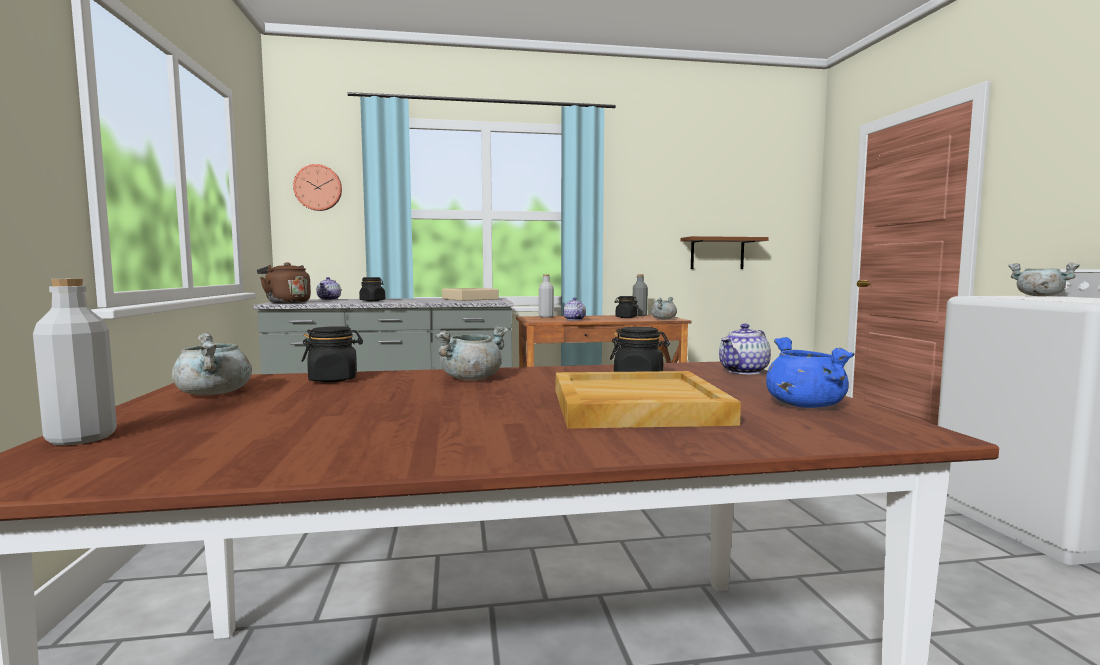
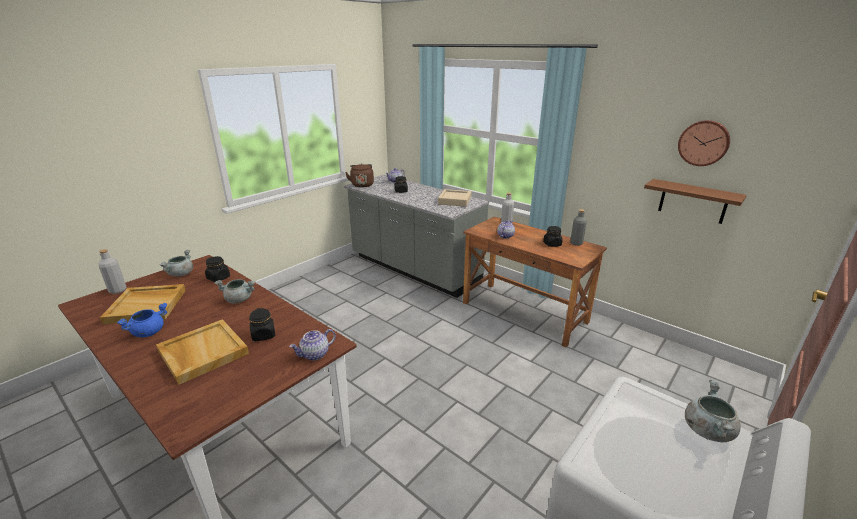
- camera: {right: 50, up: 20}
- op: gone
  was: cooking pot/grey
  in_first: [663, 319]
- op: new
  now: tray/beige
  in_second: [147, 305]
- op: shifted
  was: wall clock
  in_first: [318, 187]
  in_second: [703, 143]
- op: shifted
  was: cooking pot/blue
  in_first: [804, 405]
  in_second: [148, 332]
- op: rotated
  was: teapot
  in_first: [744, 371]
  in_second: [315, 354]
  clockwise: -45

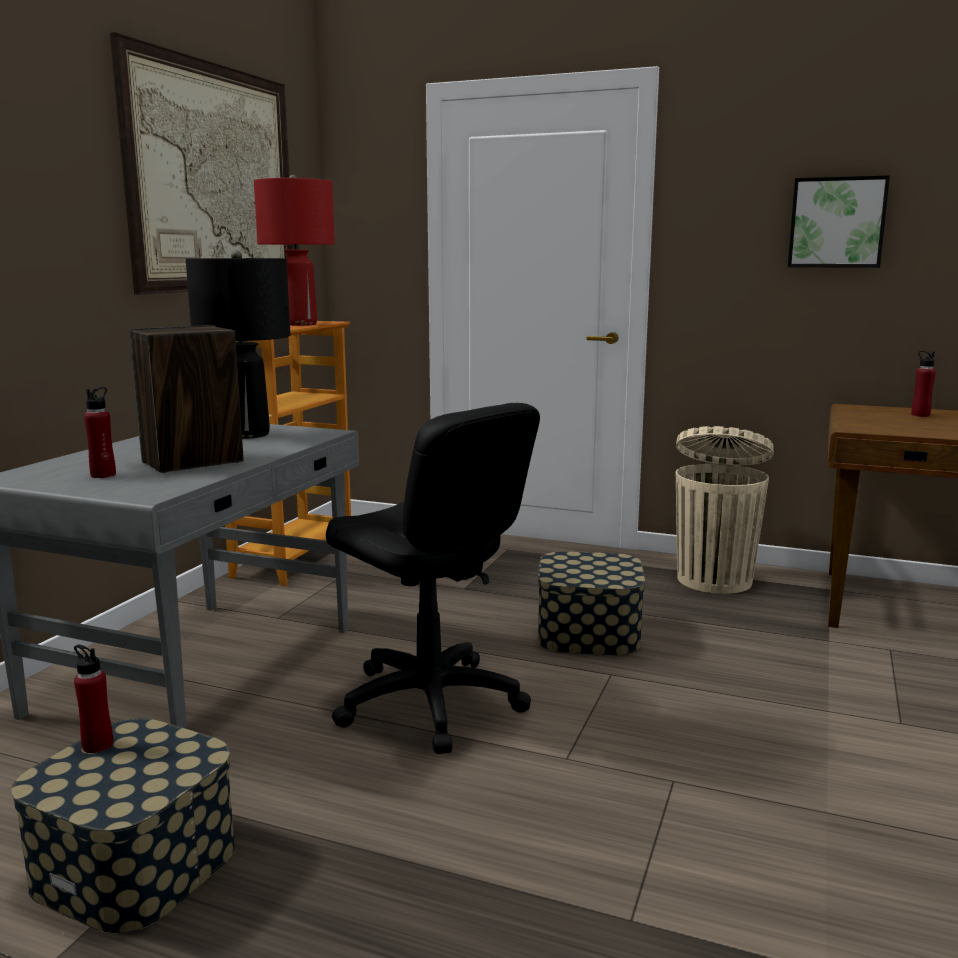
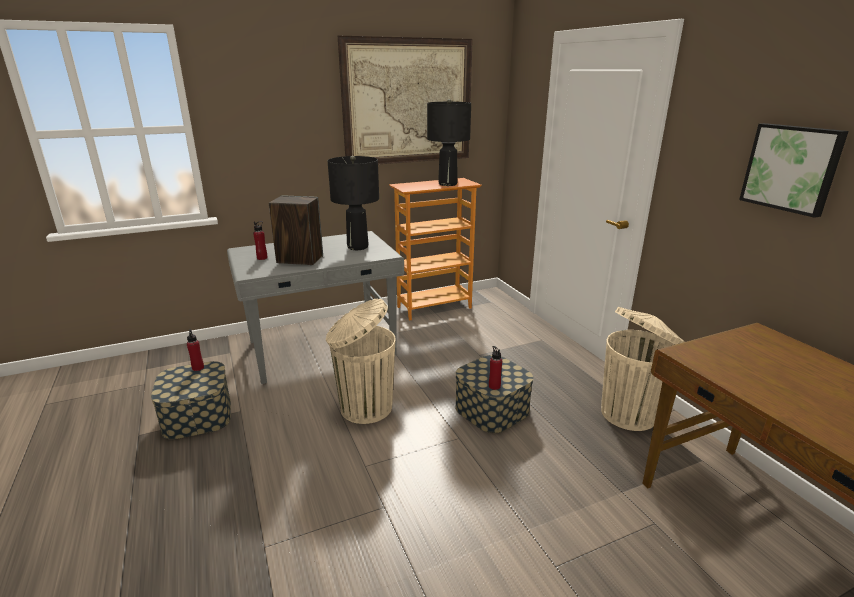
- camera: {right: 45, up: 10}
- op: shifted
  was: bottle/red
  in_first: [920, 415]
  in_second: [494, 386]
- op: swapped
  was: office chair/black
  now: trash can/beige
  in_first: [430, 703]
  in_second: [364, 407]
- op: repainted
  was: table lamp/red
  now: table lamp/black
  in_first: [299, 324]
  in_second: [447, 184]

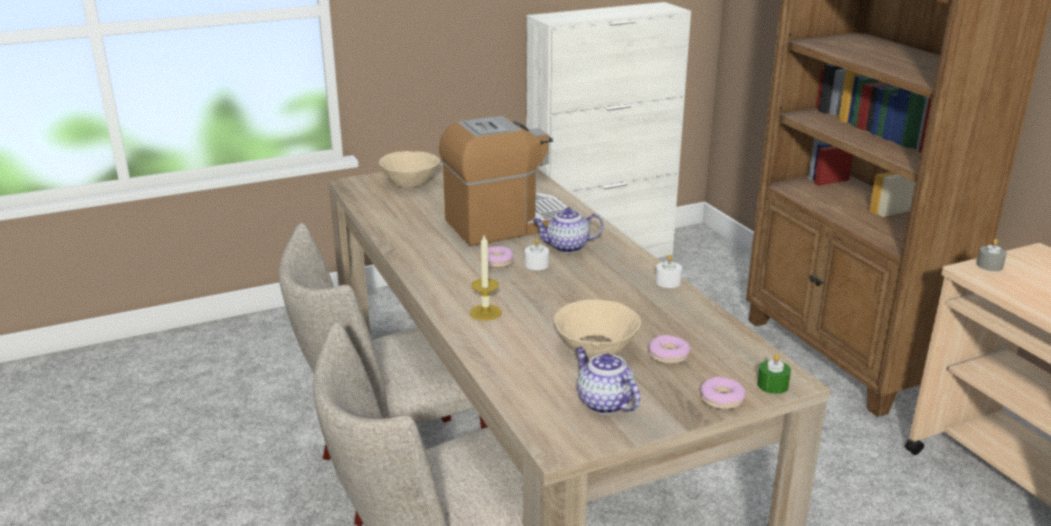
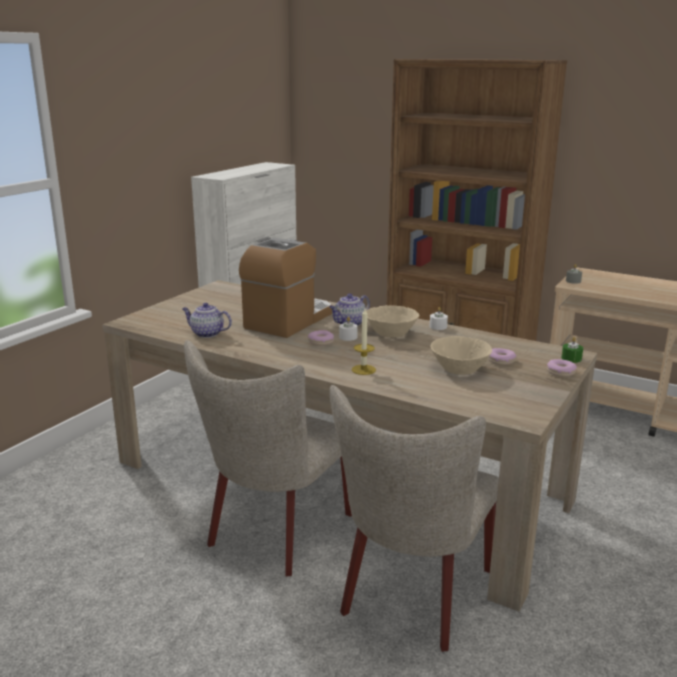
- camera: {right: -35, up: -5}
- op: shifted
  was: bowl/beige
  in_first: [410, 183]
  in_second: [391, 333]
- op: shifted
  was: teapot
  in_first: [603, 402]
  in_second: [206, 334]

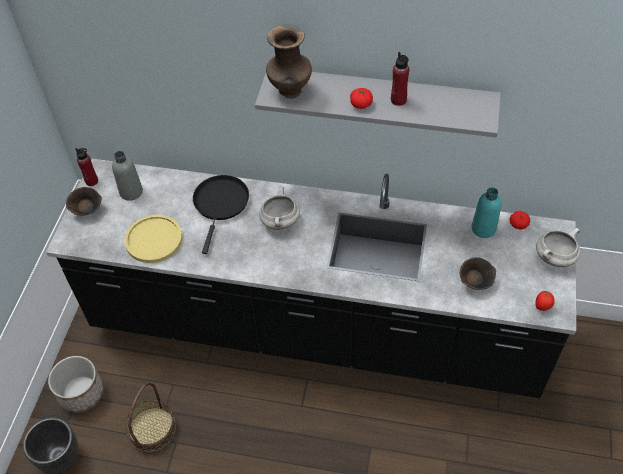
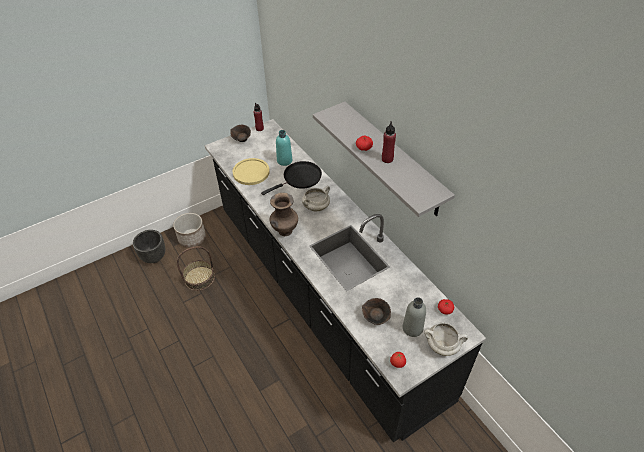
- camera: {right: 45, up: -5}
- op: shifted
  was: bottle/grey
  in_first: [131, 192]
  in_second: [412, 328]
- op: shifted
  was: vase/brown
  in_first: [290, 92]
  in_second: [284, 231]
- op: shifted
  was: bottle/turquoise
  in_first: [483, 228]
  in_second: [284, 161]

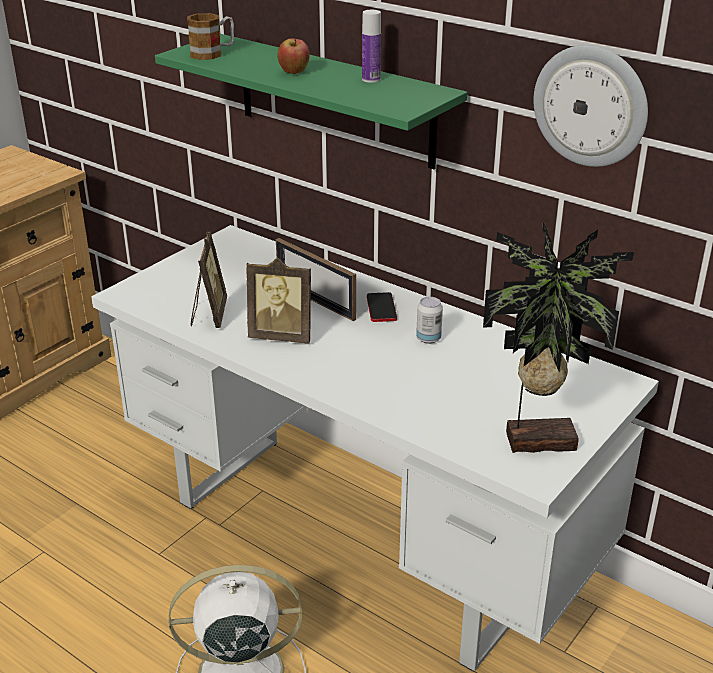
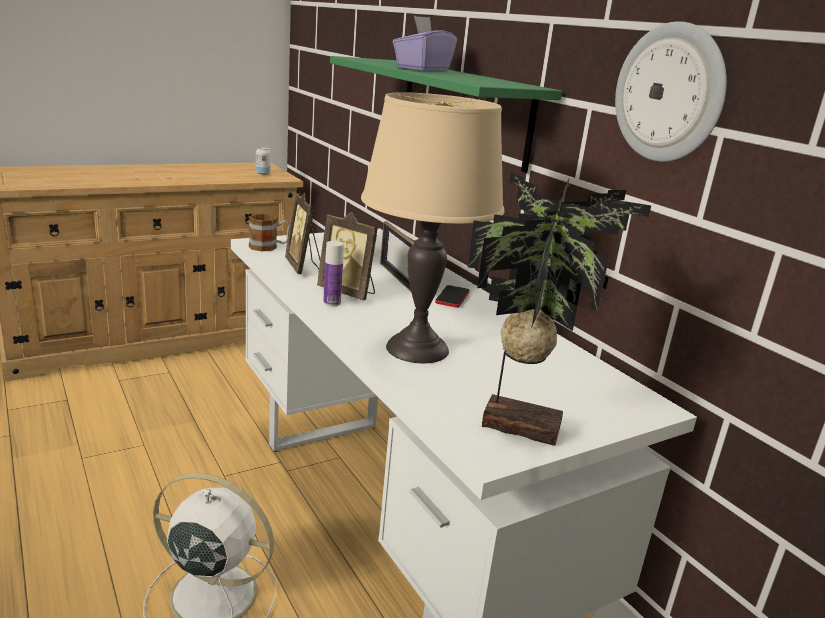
- camera: {right: 20, up: -10}
- op: new
  now: table lamp/beige
  in_second: [417, 349]
- op: shifted
  was: mug
  in_first: [213, 53]
  in_second: [269, 247]
- op: shifted
  was: bottle
  in_first: [371, 79]
  in_second: [332, 303]
- op: shifted
  was: can
  in_first: [428, 339]
  in_second: [263, 173]
- op: swapped
  was: apple
  now: tissue box/purple
  in_first: [294, 72]
  in_second: [422, 69]
- op: rotated
  was: picture frame
  in_first: [209, 315]
  in_second: [304, 268]
  clockwise: 135

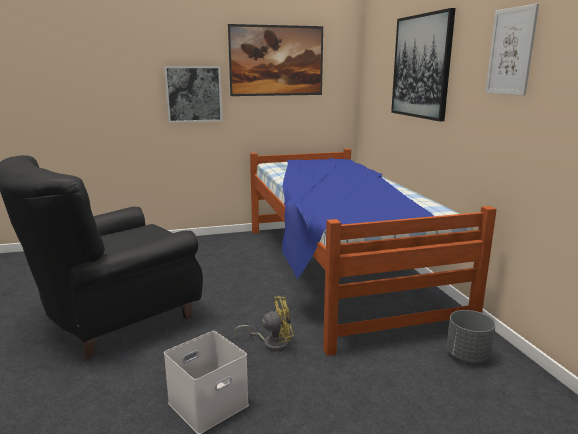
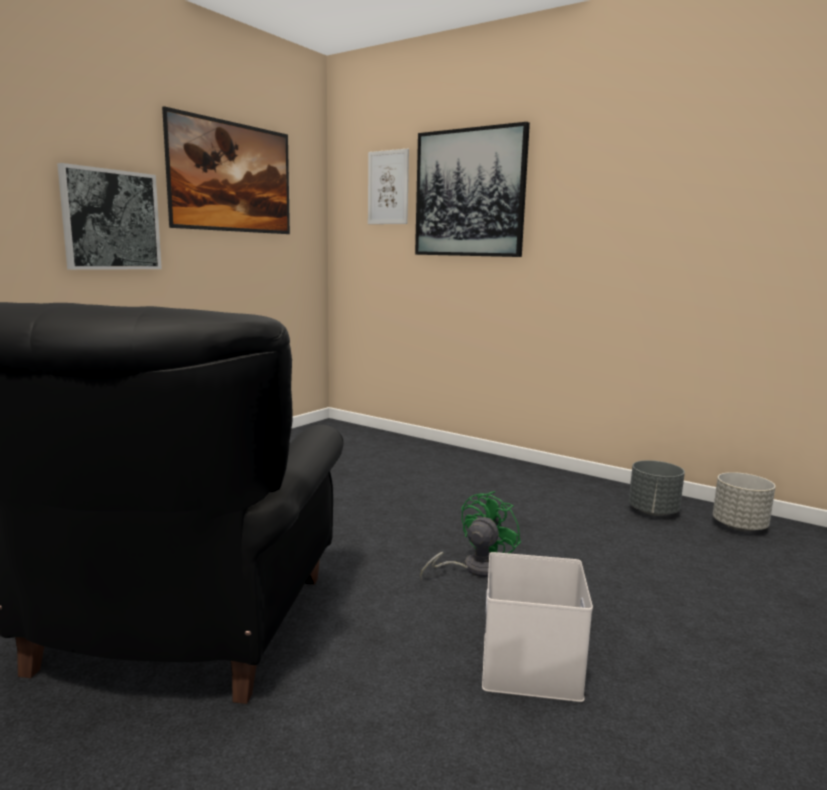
- camera: {right: -40, up: -5}
- op: gone
  was: bed
  in_first: [337, 270]
- op: new
  now: planter/grey
  in_second: [739, 526]
- op: shifted
  was: picture
  in_first: [511, 51]
  in_second: [388, 187]
- op: repainted
  was: fan/yellow
  now: fan/green
  in_first: [271, 343]
  in_second: [473, 568]

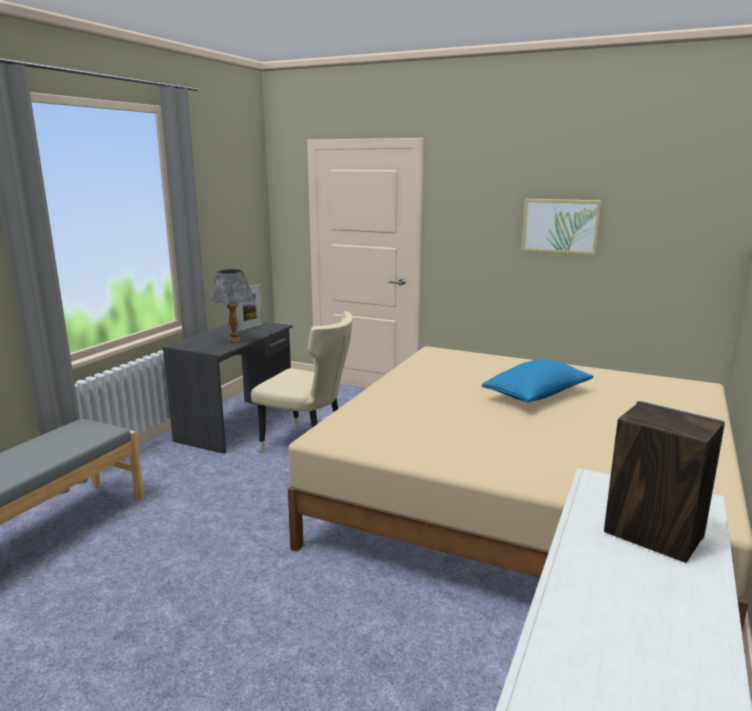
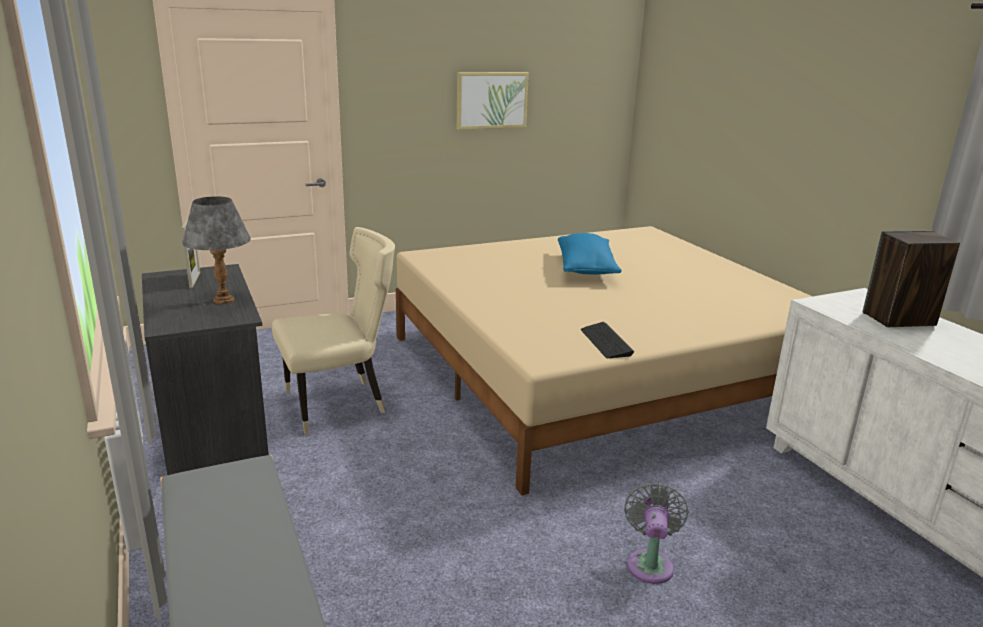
- camera: {right: -50, up: 5}
- op: new
  now: keyboard
  in_second: [606, 342]
- op: new
  now: fan/grey
  in_second: [650, 563]

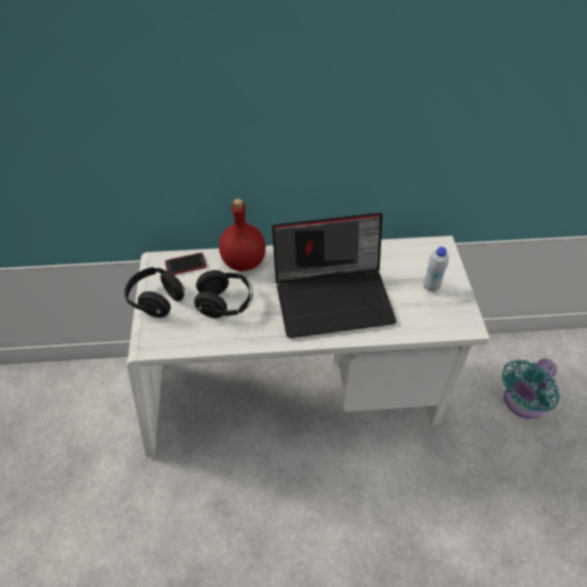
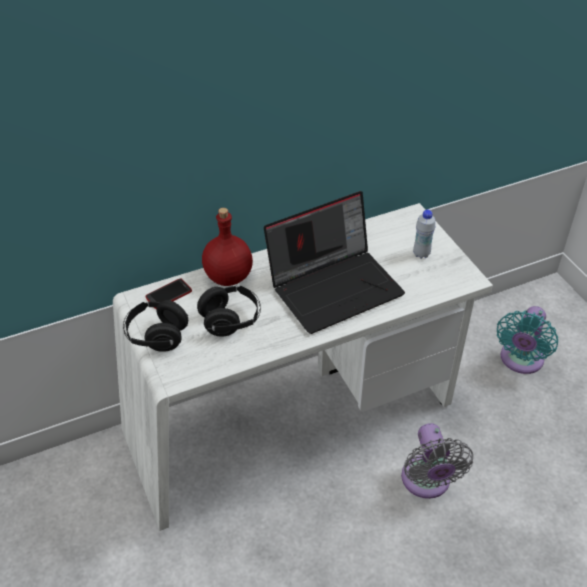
- camera: {right: -20, up: -5}
- op: new
  now: fan/grey
  in_second: [427, 482]

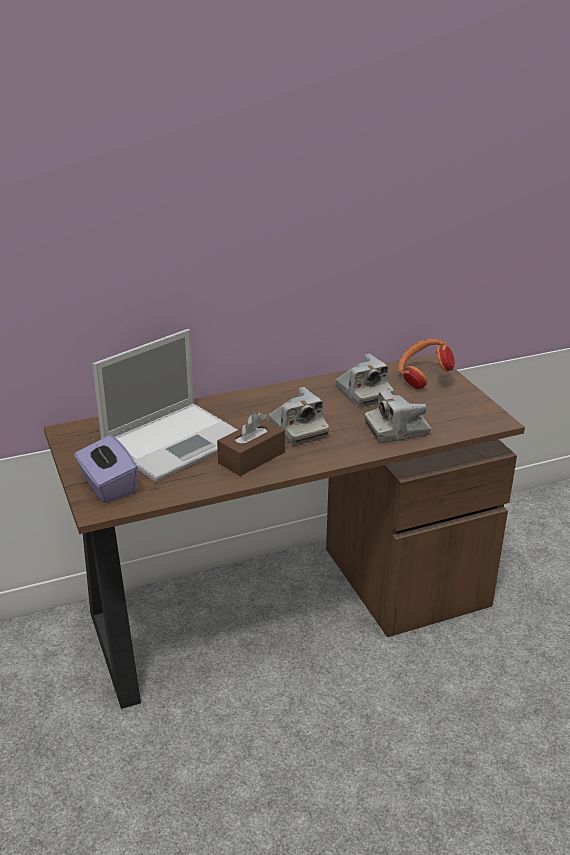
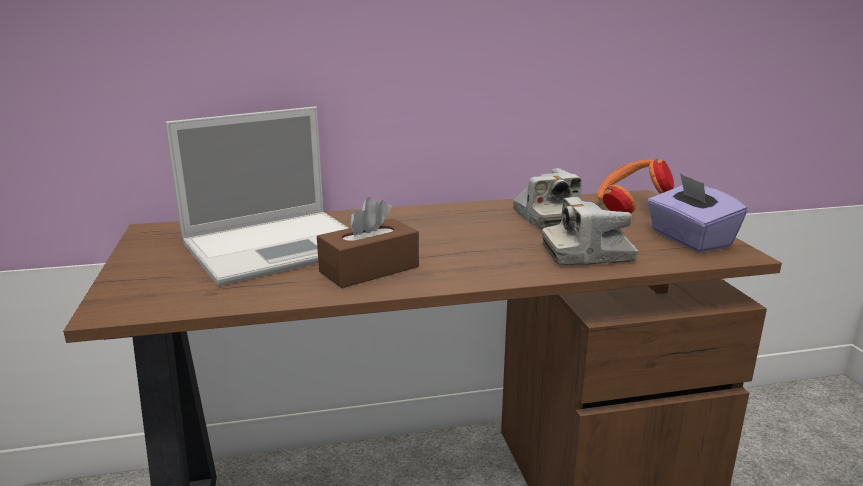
- camera: {right: 10, up: -10}
- op: gone
  was: photo camera
  in_first: [297, 430]
- op: shifted
  was: tissue box/purple
  in_first: [107, 486]
  in_second: [689, 240]

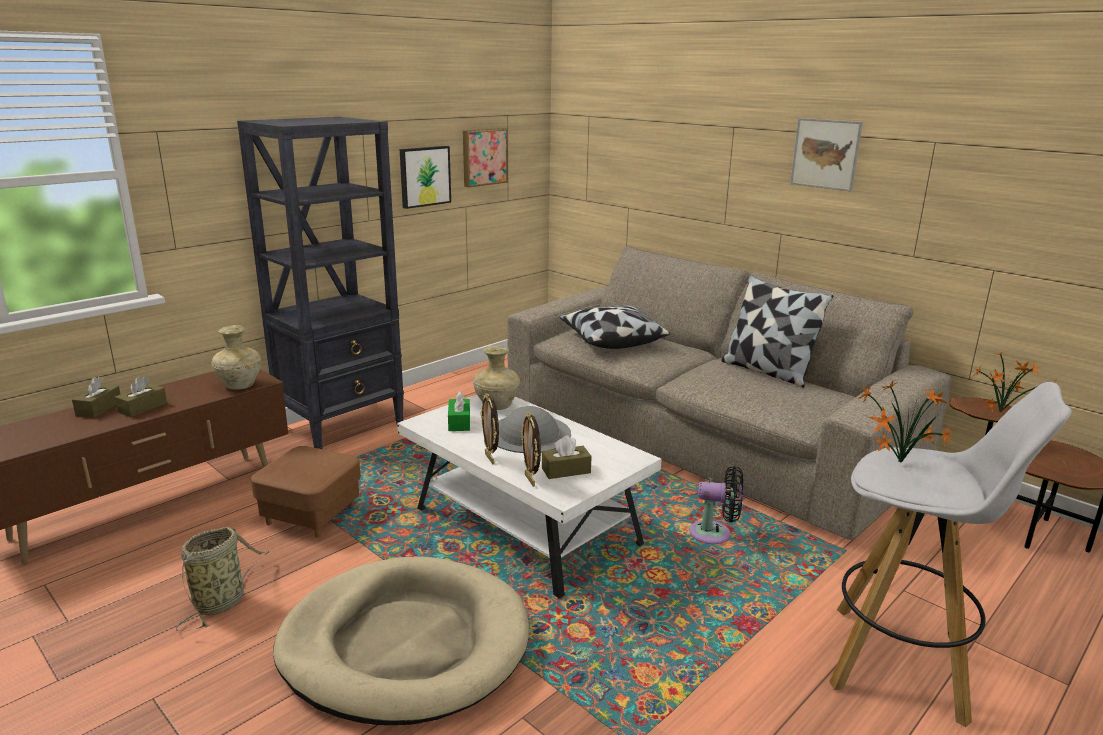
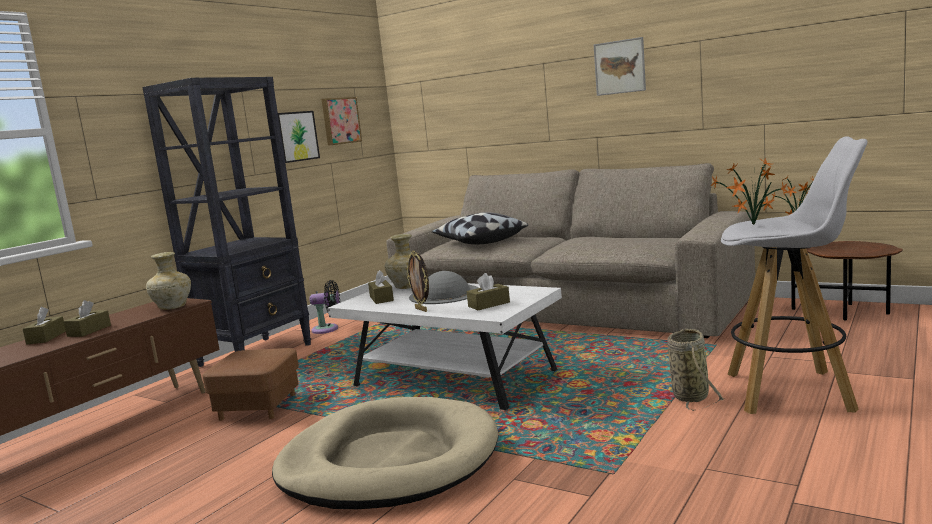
- camera: {right: -10, up: -10}
- op: gone
  was: picture frame
  in_first: [531, 480]
- op: gone
  was: pillow
  in_first: [767, 371]
- op: shifted
  was: basket
  in_first: [222, 601]
  in_second: [690, 395]
- op: shifted
  was: fan/black
  in_first: [714, 534]
  in_second: [328, 329]
- op: repainted
  was: tissue box/green
  now: tissue box/brown
  in_first: [459, 422]
  in_second: [381, 298]

